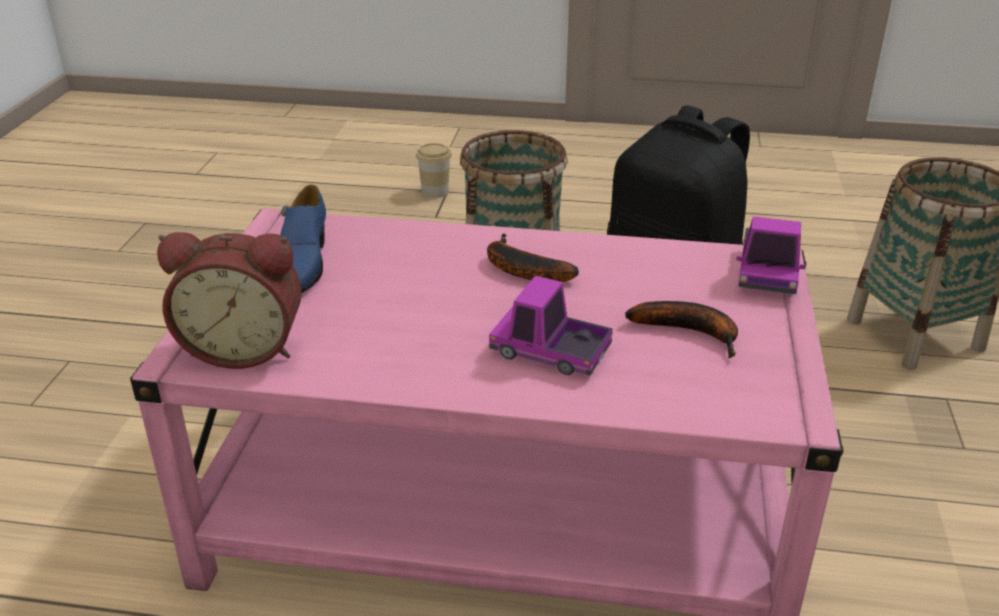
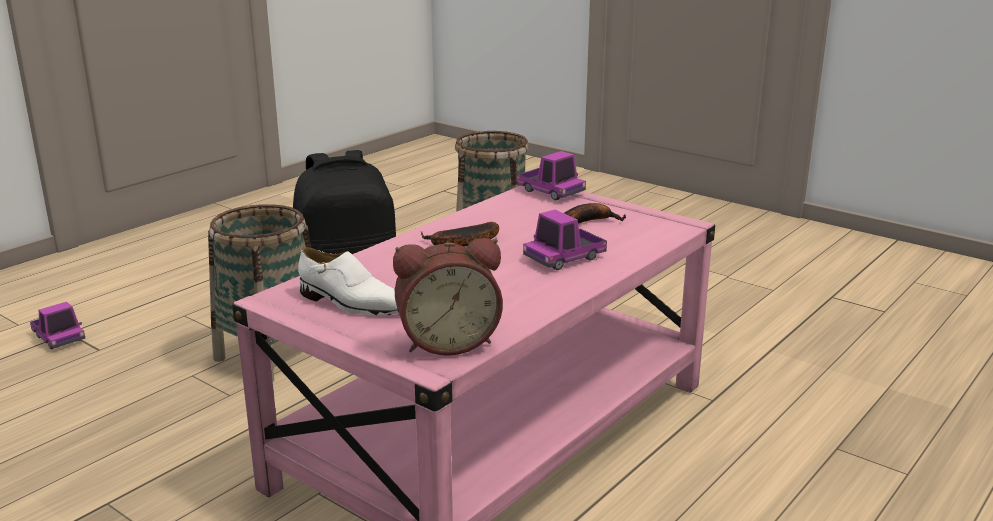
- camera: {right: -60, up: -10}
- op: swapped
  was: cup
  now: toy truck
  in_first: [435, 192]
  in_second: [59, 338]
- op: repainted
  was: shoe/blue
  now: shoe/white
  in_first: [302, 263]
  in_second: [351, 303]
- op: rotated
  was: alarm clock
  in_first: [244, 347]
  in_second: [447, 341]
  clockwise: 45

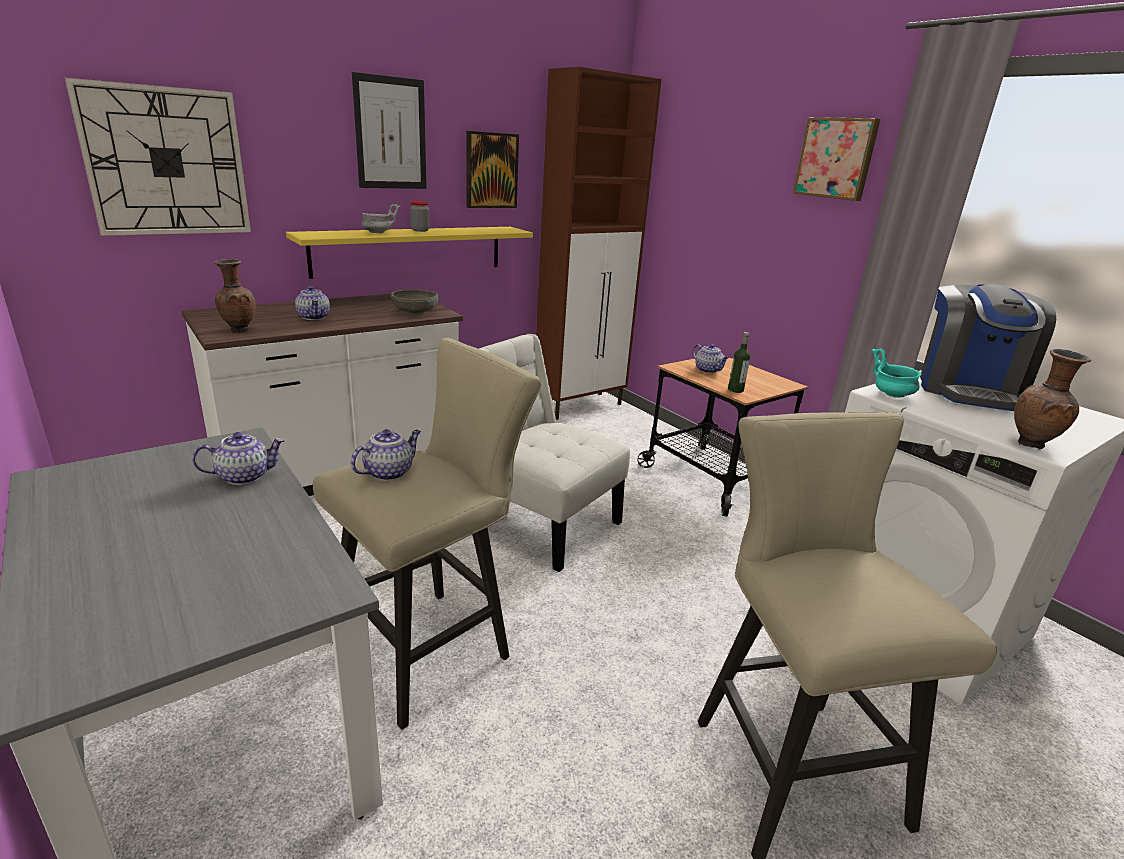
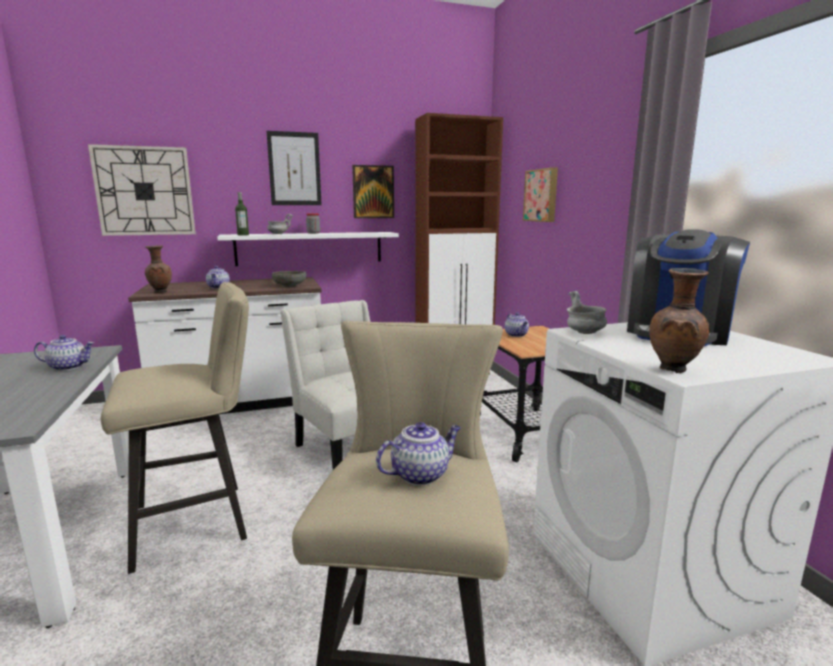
- camera: {right: 20, up: -10}
- op: shifted
  was: teapot
  in_first: [389, 472]
  in_second: [420, 474]
- op: shifted
  was: bottle
  in_first: [735, 390]
  in_second: [243, 235]
- op: shifted
  was: picture
  in_first: [836, 158]
  in_second: [542, 195]
- op: repainted
  was: shelf/yellow
  now: shelf/white
  in_first: [410, 250]
  in_second: [310, 248]
- op: repainted
  was: bowl/turquoise
  now: bowl/grey
  in_first: [891, 394]
  in_second: [583, 332]

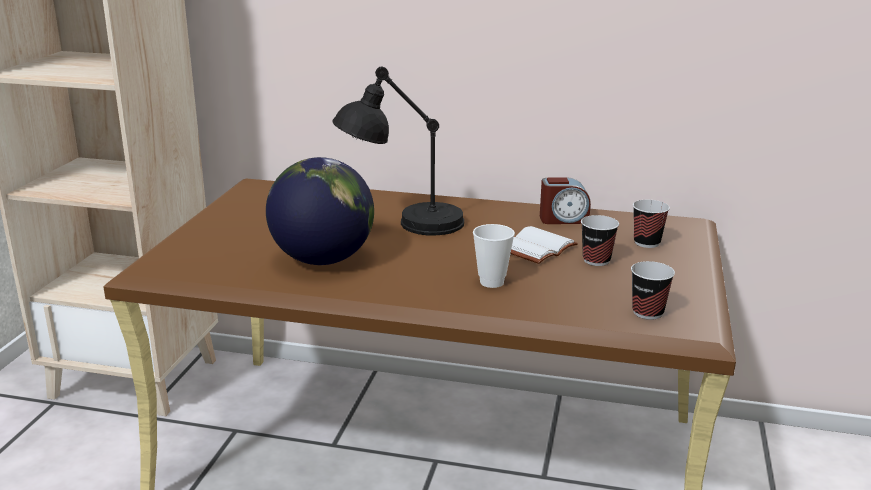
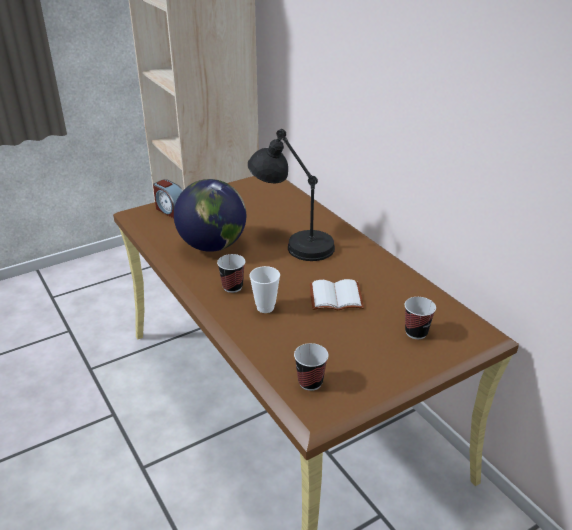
- camera: {right: 45, up: 10}
- op: shifted
  was: alarm clock
  in_first: [563, 219]
  in_second: [170, 210]
- op: shifted
  was: cup
  in_first: [596, 260]
  in_second: [232, 287]

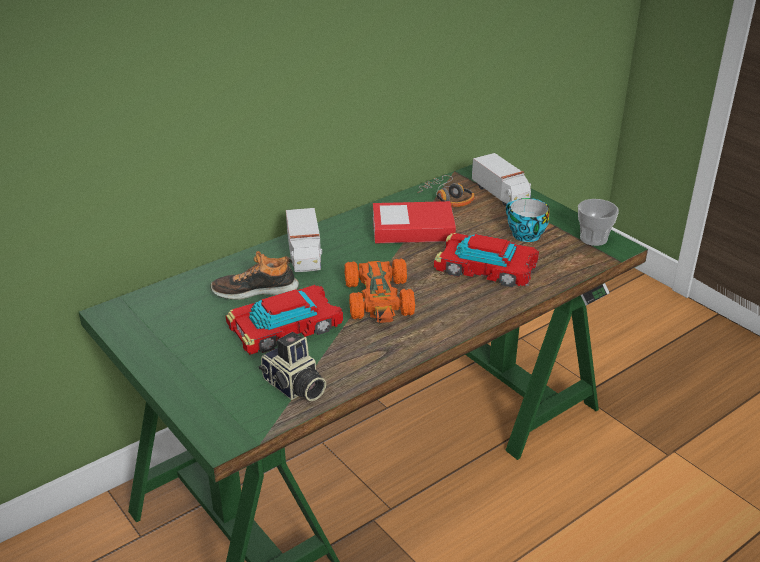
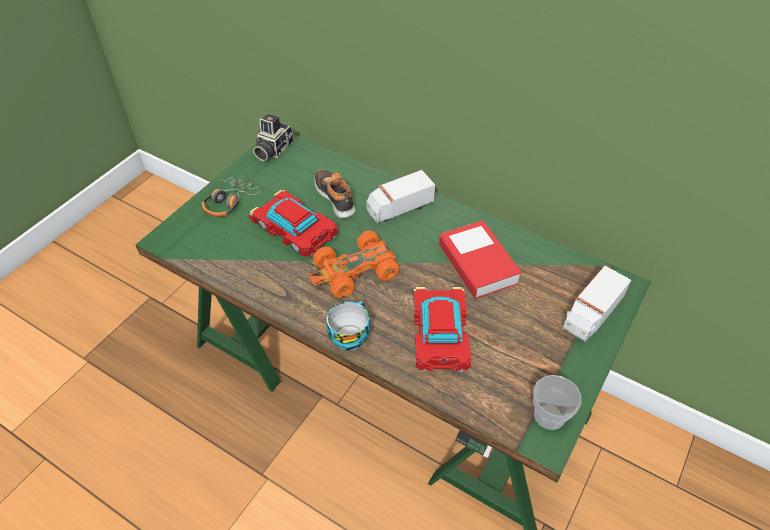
- camera: {right: 70, up: 15}
- op: shifted
  was: photo camera
  in_first: [294, 387]
  in_second: [272, 150]
- op: shifted
  was: headphones
  in_first: [447, 198]
  in_second: [229, 202]
- op: shifted
  was: cup
  in_first: [523, 234]
  in_second: [349, 336]

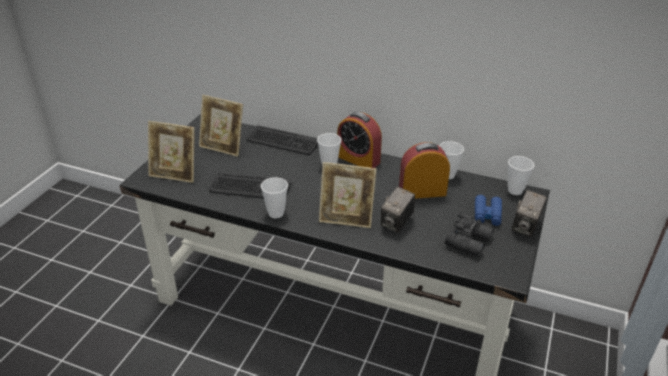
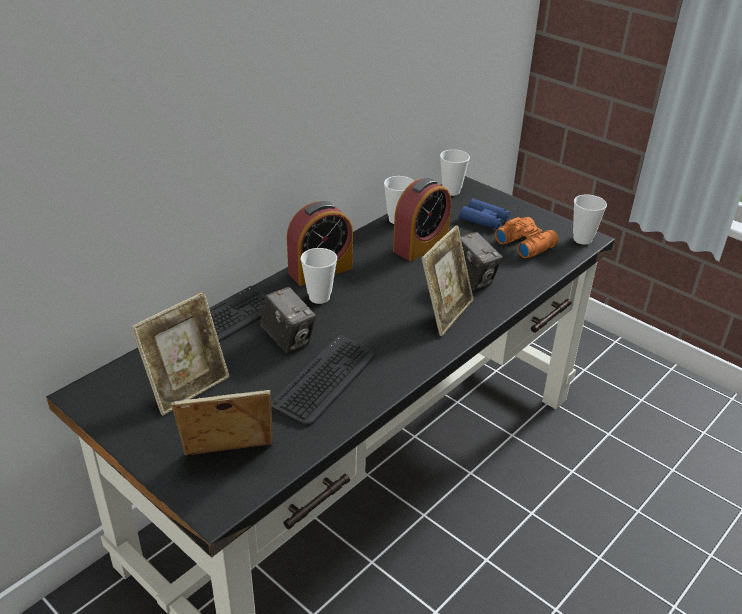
- camera: {right: -70, up: 0}
- op: shifted
  was: cup
  in_first: [276, 213]
  in_second: [582, 239]
- op: shifted
  was: photo camera
  in_first: [525, 227]
  in_second: [288, 339]
- op: repainted
  was: binoculars/black
  now: binoculars/orange
  in_first: [470, 241]
  in_second: [525, 243]
- op: rotated
  was: picture frame
  in_first: [175, 174]
  in_second: [229, 460]
  clockwise: -135
- op: rotated
  was: alarm clock
  in_first: [422, 192]
  in_second: [420, 245]
  clockwise: -150

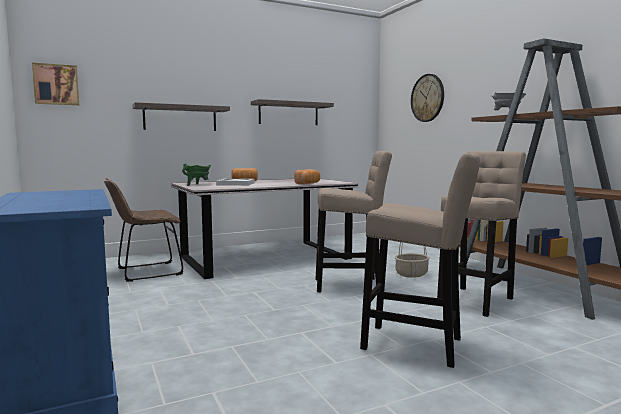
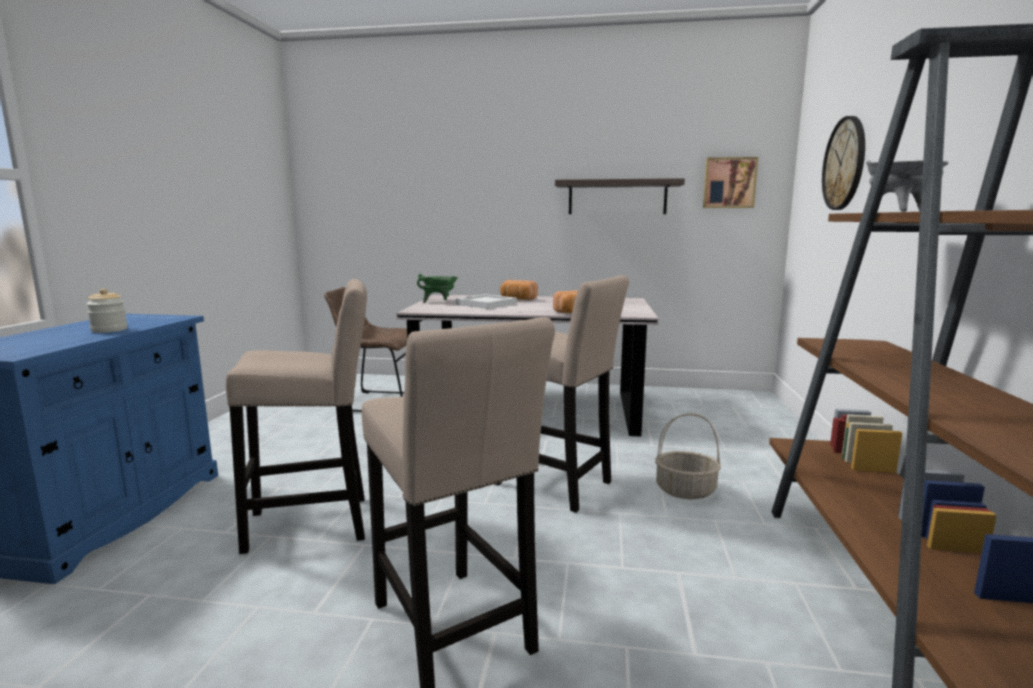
- camera: {right: 35, up: 5}
- op: gone
  was: shelf
  in_first: [180, 118]
- op: new
  now: jar
  in_second: [109, 330]
- op: shifted
  was: picture
  in_first: [56, 84]
  in_second: [729, 183]
- op: shifted
  was: stool/beige
  in_first: [476, 300]
  in_second: [316, 524]

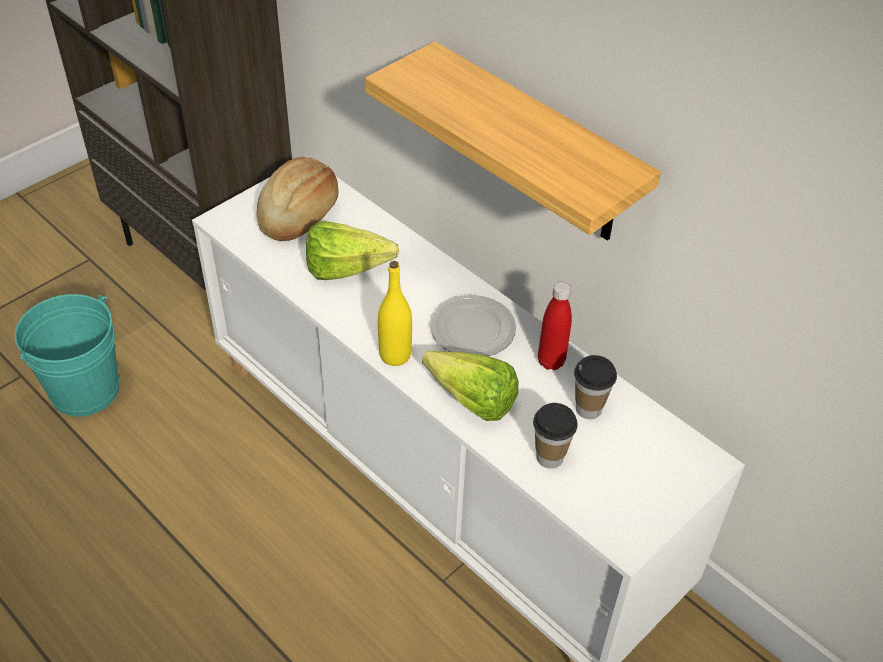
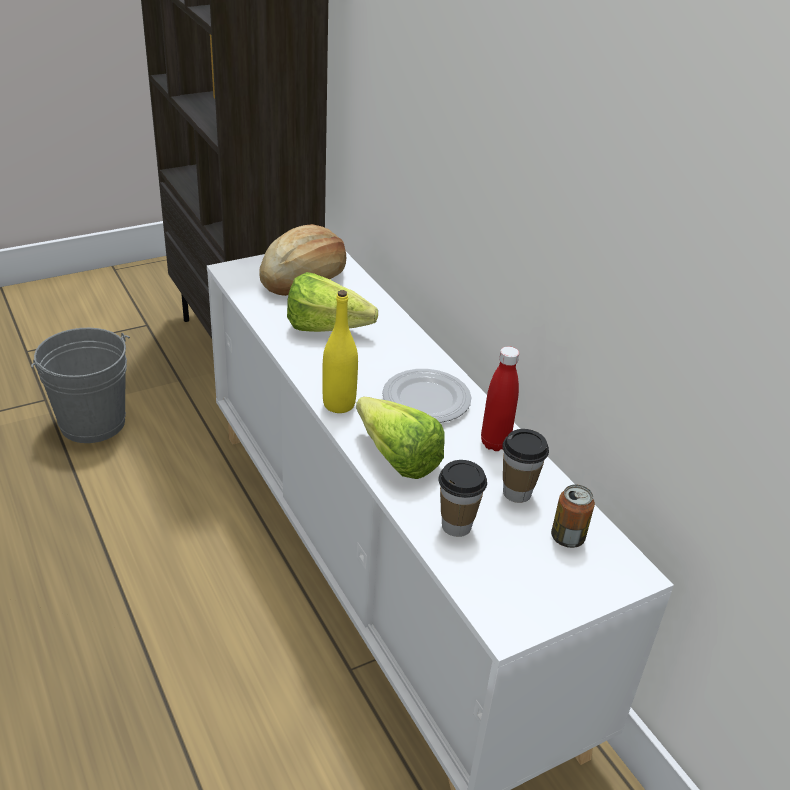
- camera: {right: 15, up: -10}
- op: gone
  was: shelf
  in_first: [535, 147]
- op: new
  now: can
  in_second: [567, 538]
- op: repainted
  was: bucket/turquoise
  now: bucket/grey
  in_first: [85, 390]
  in_second: [92, 423]

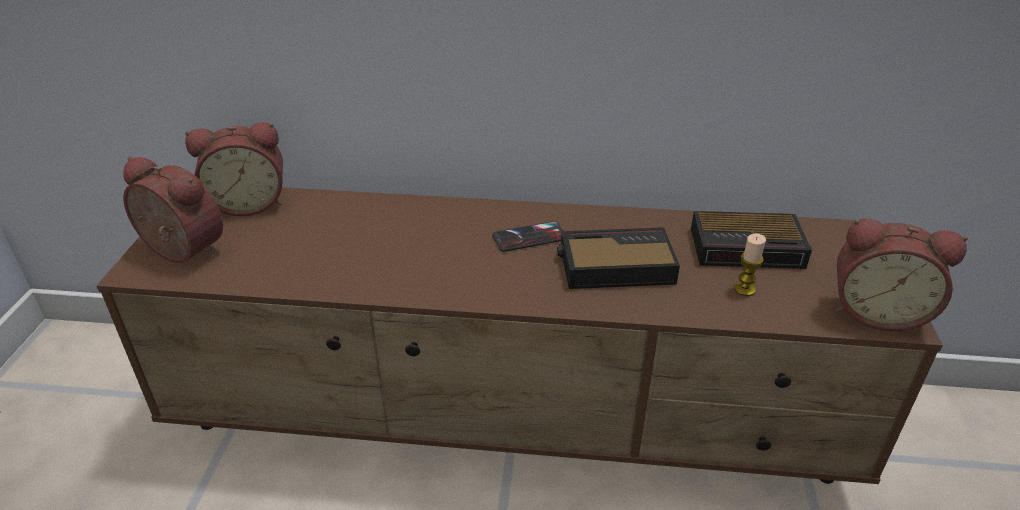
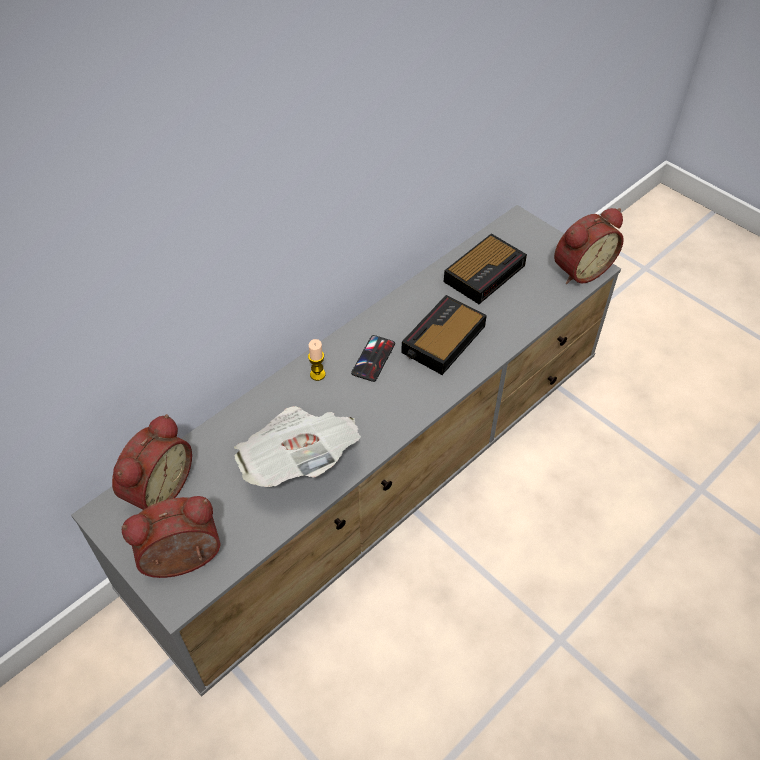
- camera: {right: -50, up: 15}
- op: new
  now: newspaper
  in_second: [297, 461]
- op: shifted
  was: candle
  in_first: [744, 289]
  in_second: [317, 374]
- op: repainted
  was: tv stand/brown
  now: tv stand/grey
  in_first: [513, 422]
  in_second: [381, 481]

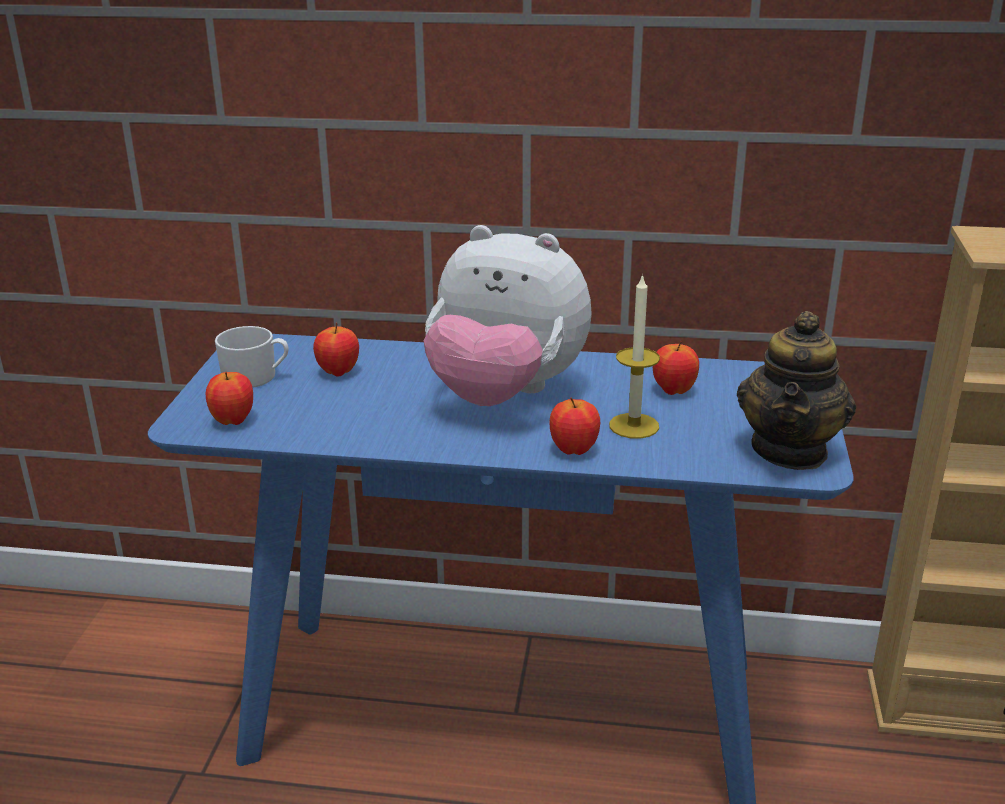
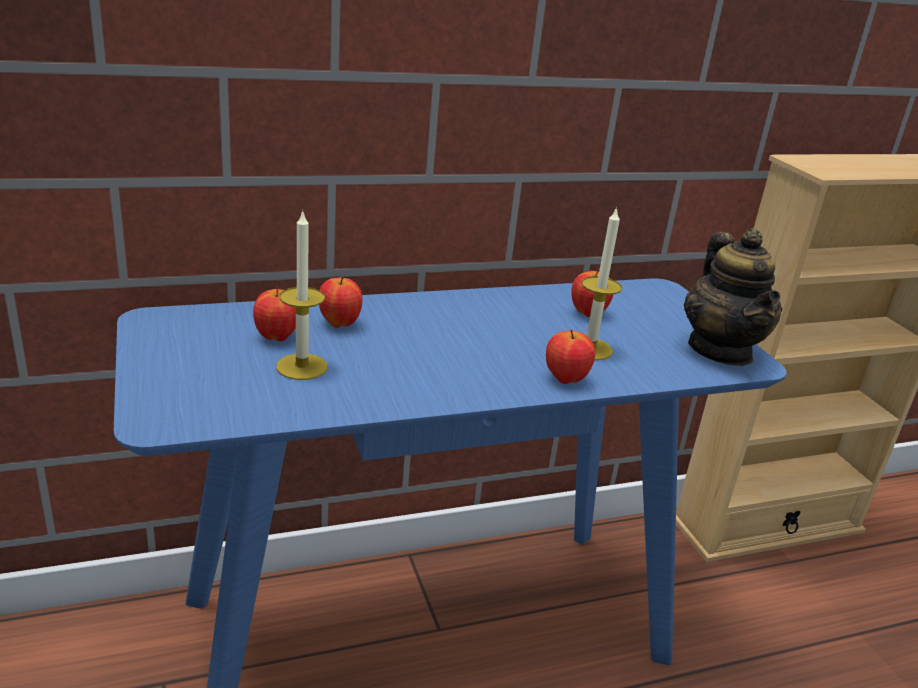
- camera: {right: -30, up: 0}
- op: gone
  was: mug/white
  in_first: [256, 377]
- op: gone
  was: plush toy
  in_first: [505, 395]
- op: new
  now: candle
  in_second: [302, 366]
- op: shifted
  was: apple
  in_first: [233, 421]
  in_second: [339, 324]

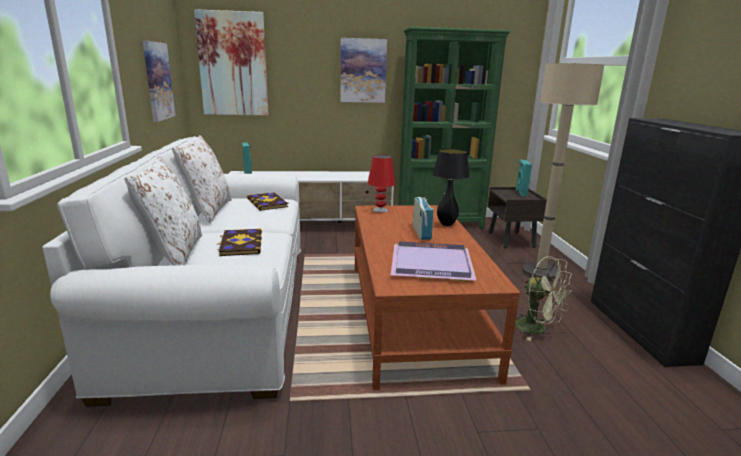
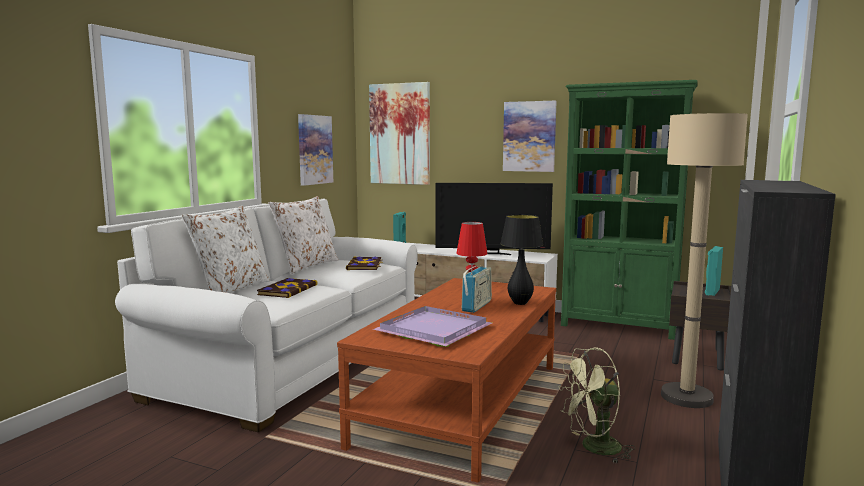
- camera: {right: 30, up: -10}
- op: new
  now: television
  in_second: [492, 254]
- op: rotated
  was: fan/green
  in_first: [537, 329]
  in_second: [594, 448]
  clockwise: 90

